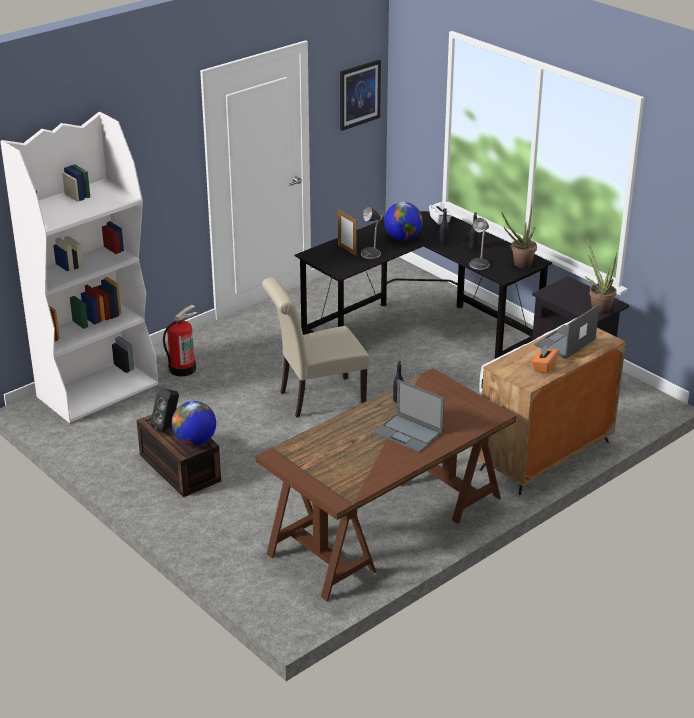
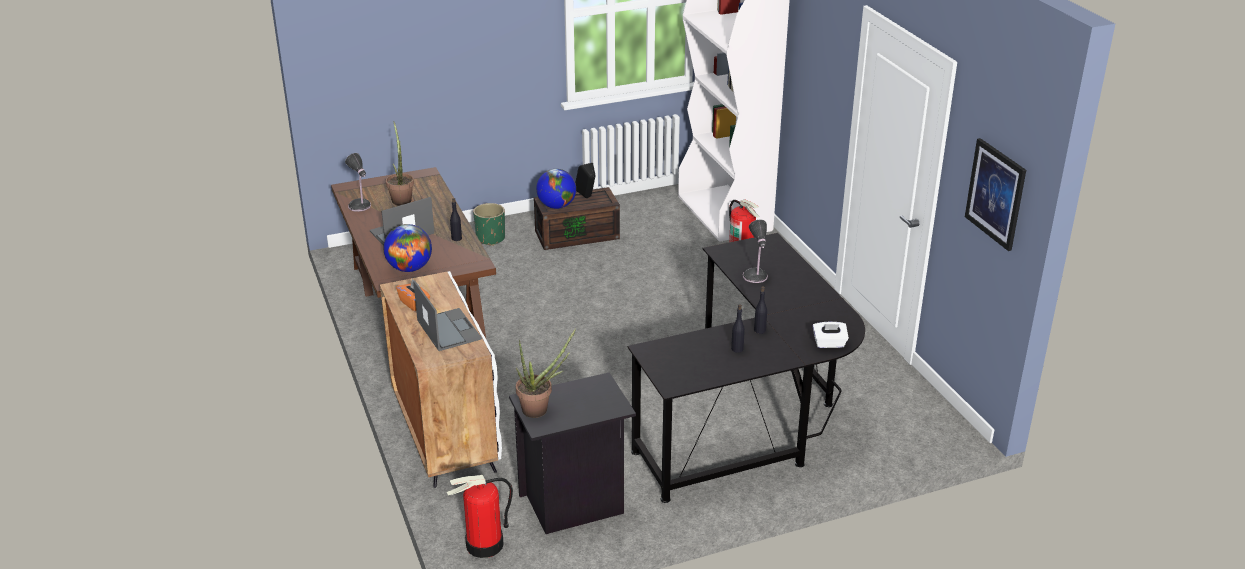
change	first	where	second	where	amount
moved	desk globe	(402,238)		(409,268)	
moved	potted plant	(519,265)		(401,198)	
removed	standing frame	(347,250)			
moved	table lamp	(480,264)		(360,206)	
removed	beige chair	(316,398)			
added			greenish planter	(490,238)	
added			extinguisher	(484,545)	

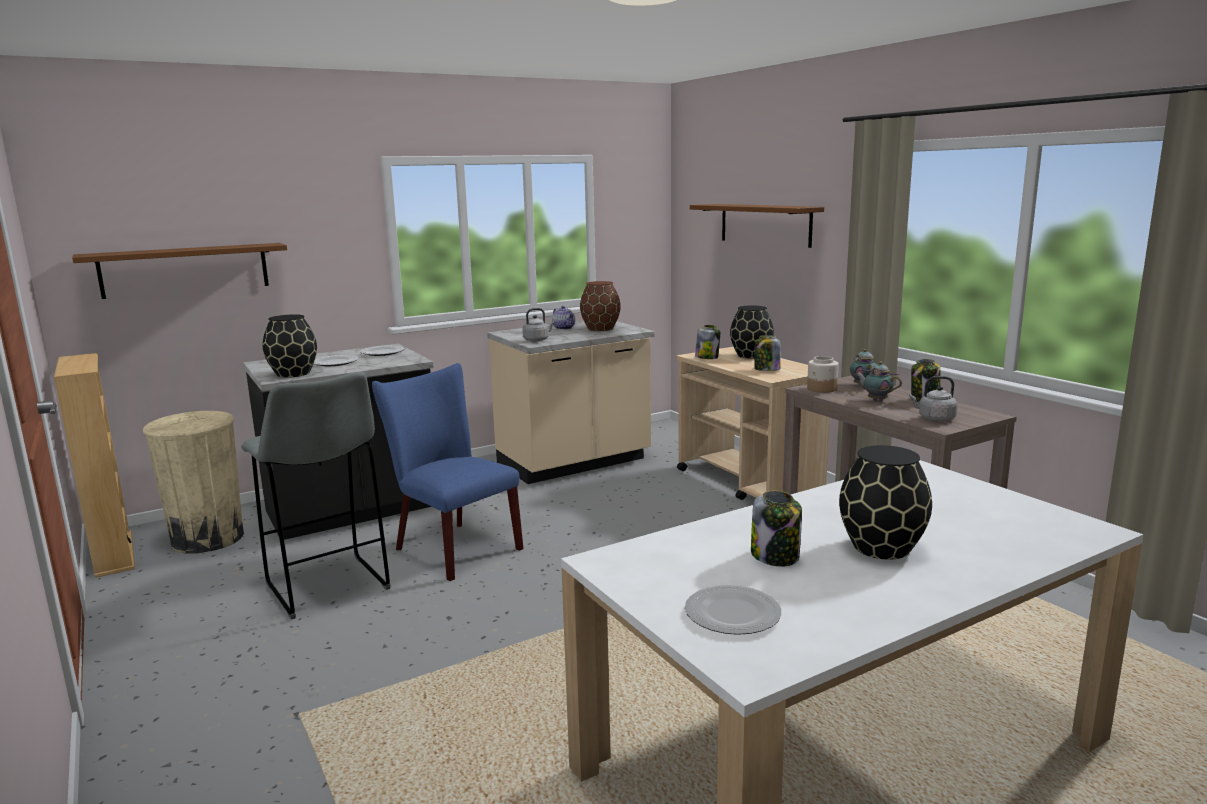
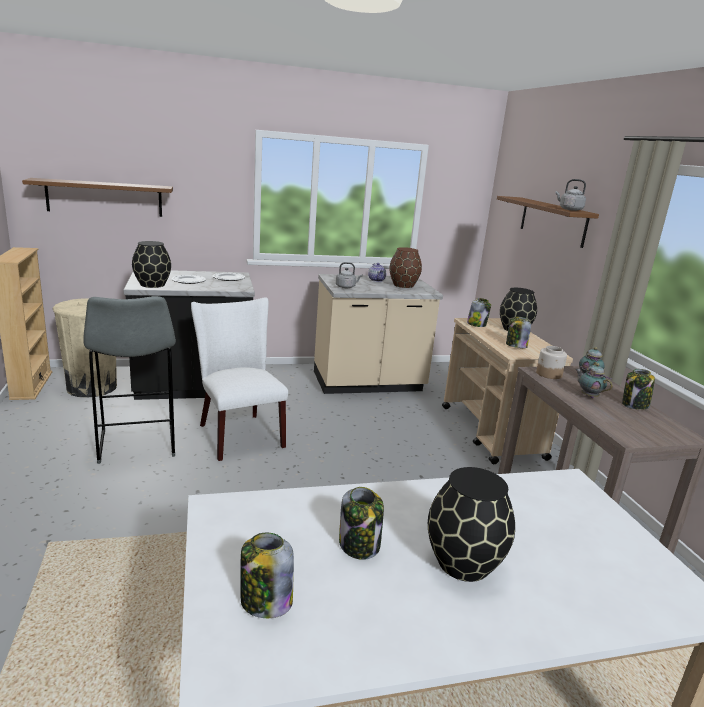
change	first	where	second	where	amount
recoloured	blue chair	(451,547)	whitish chair	(238,433)	
moved	grey kettle	(934,419)		(569,209)	
replaced	flat dish	(732,614)	preserve jar	(265,601)	

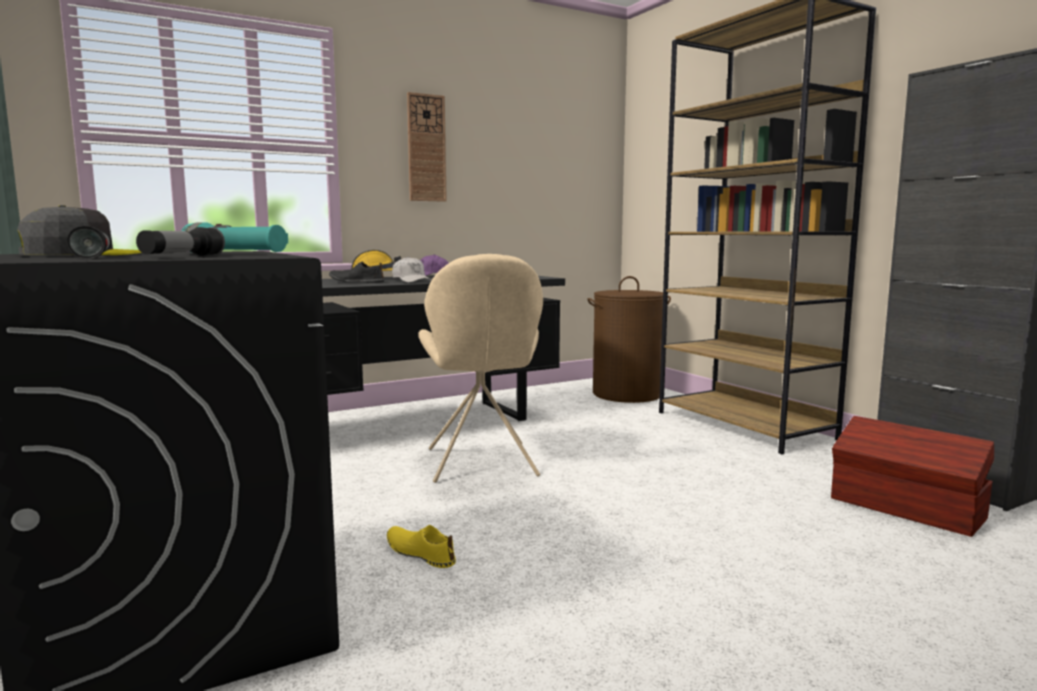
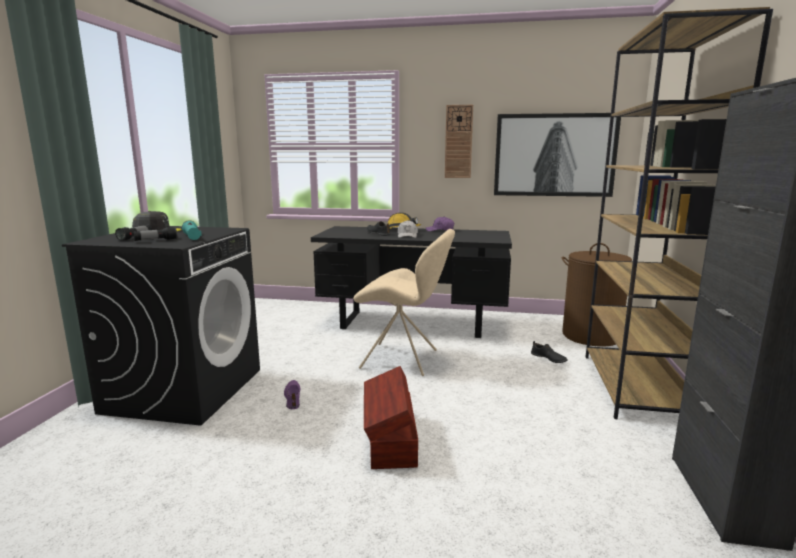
change	first	where	second	where	amount
turned	beige chair	(481,464)		(402,359)	105 degrees counterclockwise
moved	brownish storage bin	(907,509)		(390,440)	
recoloured	yellow shoe	(420,553)	purplish shoe	(293,397)	
added			wall picture	(554,155)	
added			blackish shoe	(548,358)	

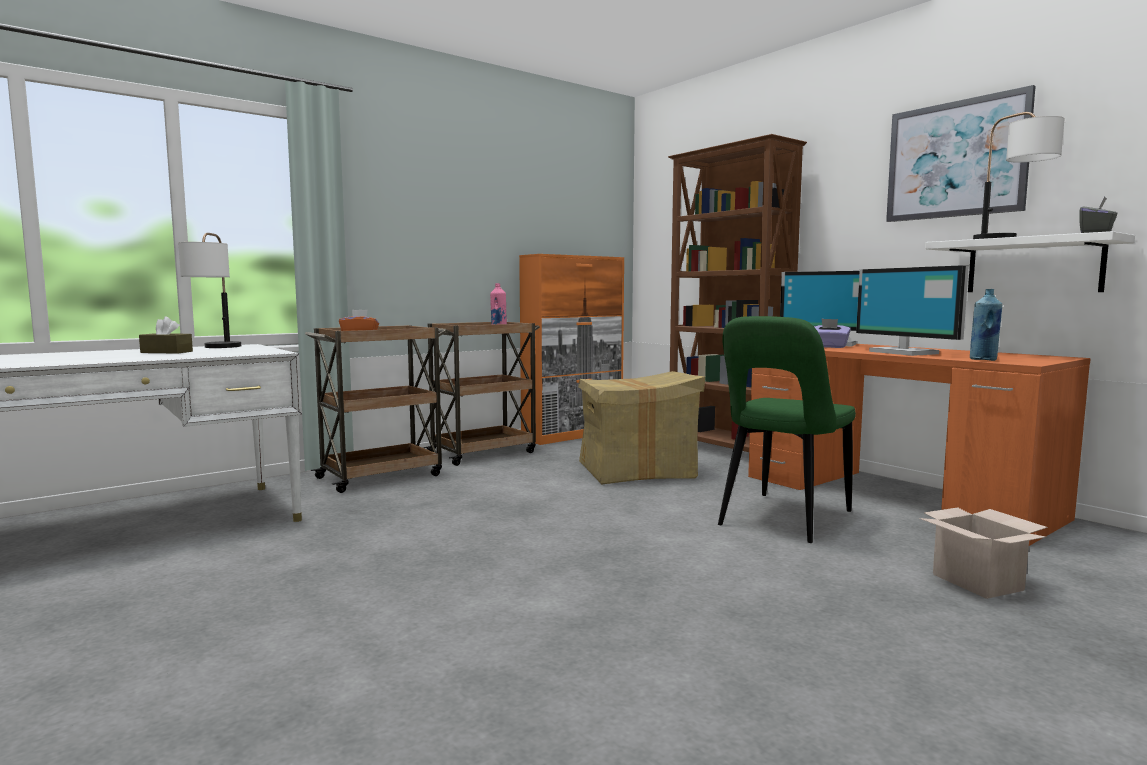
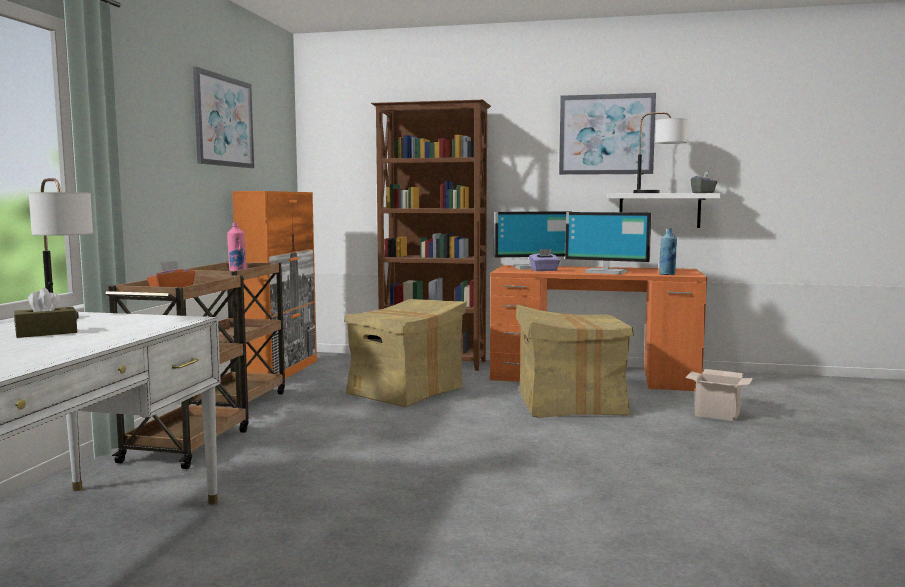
change	first	where	second	where	amount
replaced	greenish chair	(782,520)	packing box	(570,404)	
added			wall picture	(224,121)	

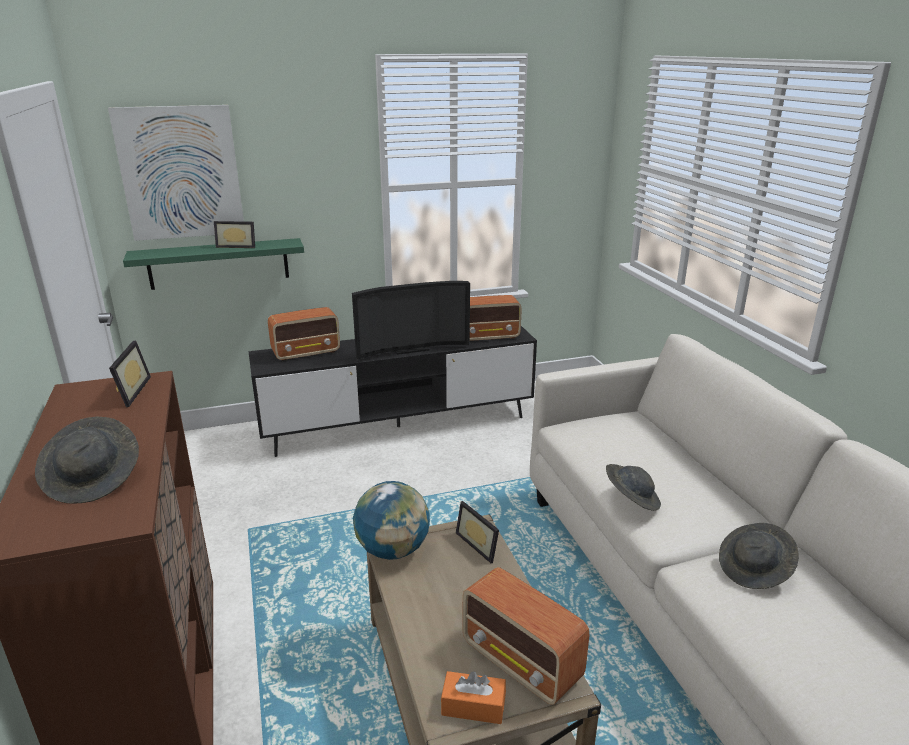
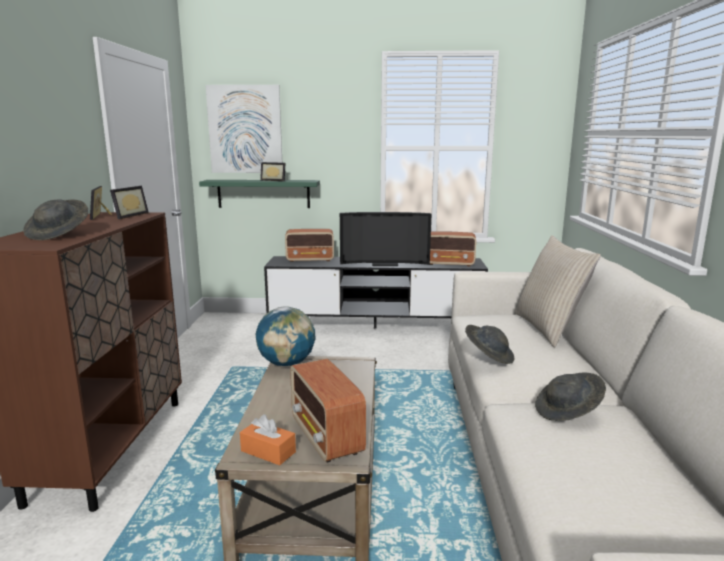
change	first	where	second	where	amount
moved	standing frame	(481,544)		(103,216)	
added			beige cushion	(548,329)	

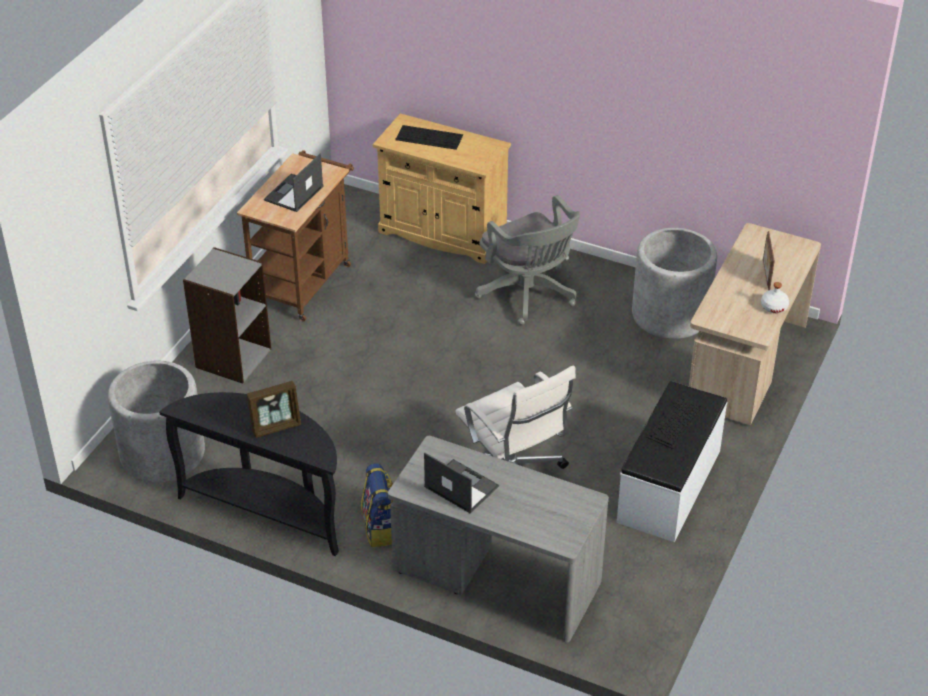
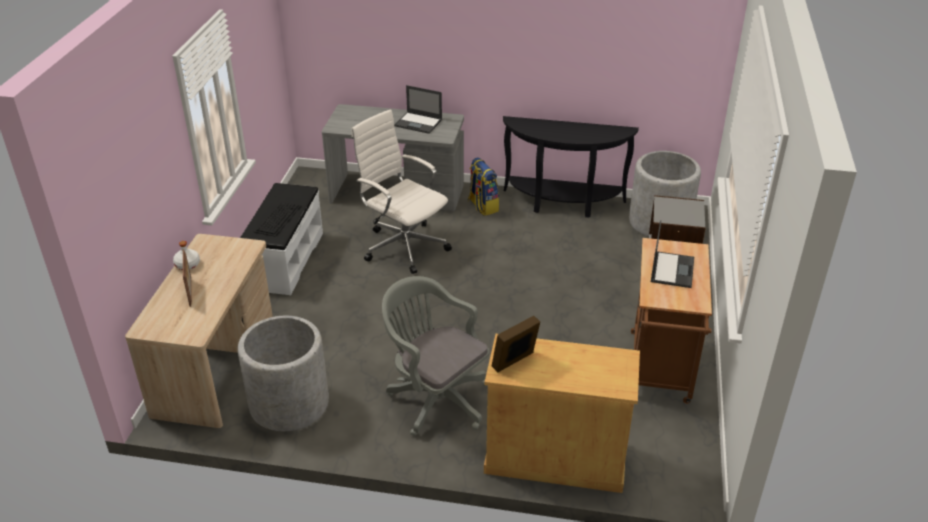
change	first	where	second	where	amount
removed	keyboard	(430,137)			
moved	standing frame	(276,426)		(514,362)	

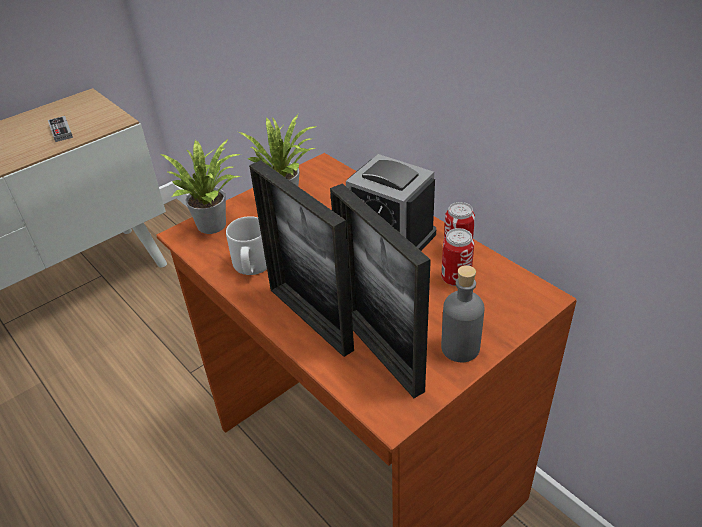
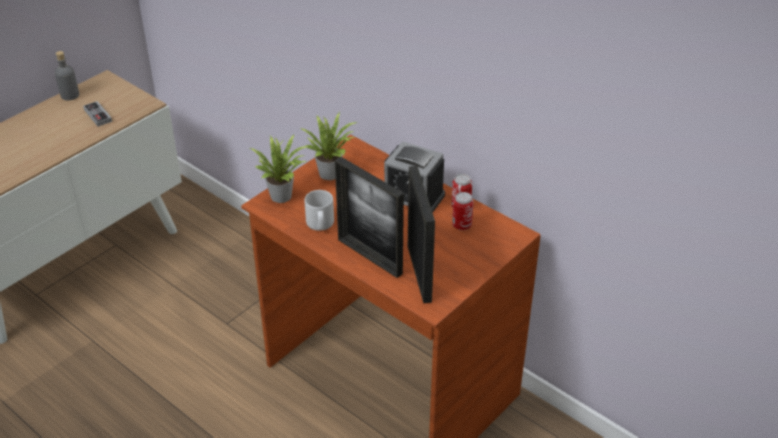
change	first	where	second	where	amount
turned	standing frame	(380,352)		(419,273)	150 degrees counterclockwise
moved	grey bottle	(460,348)		(70,95)	

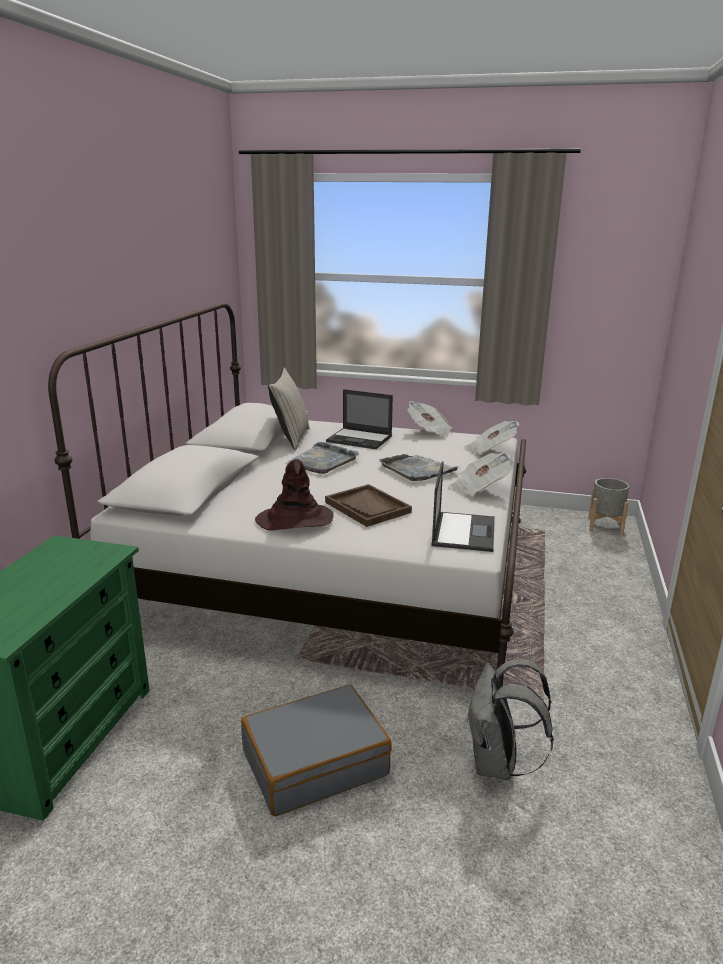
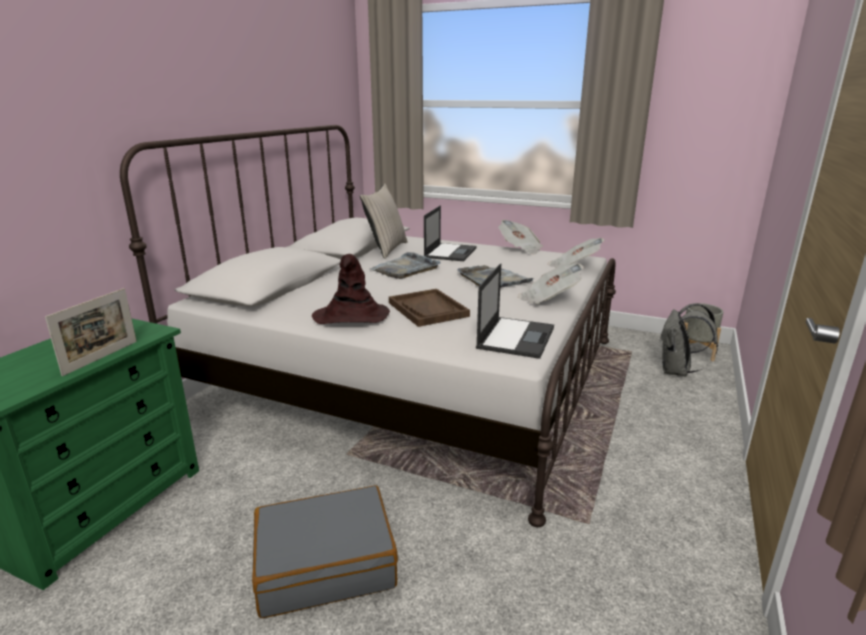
change	first	where	second	where	amount
turned	laptop	(360,439)		(450,252)	105 degrees counterclockwise
moved	grey backpack	(498,764)		(677,371)	
added			standing frame	(101,357)	

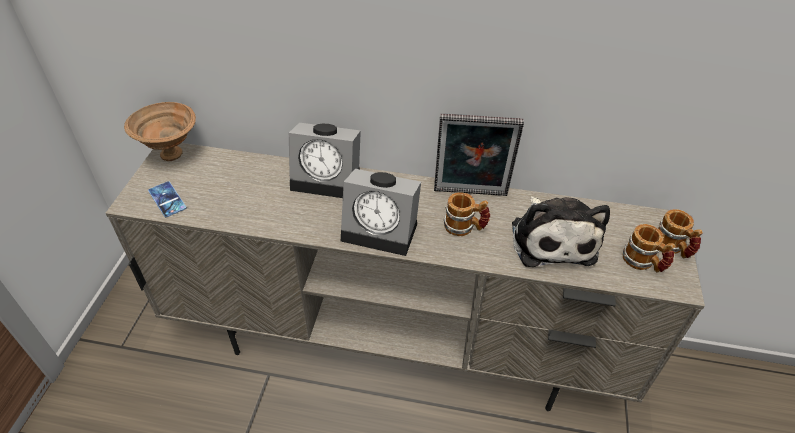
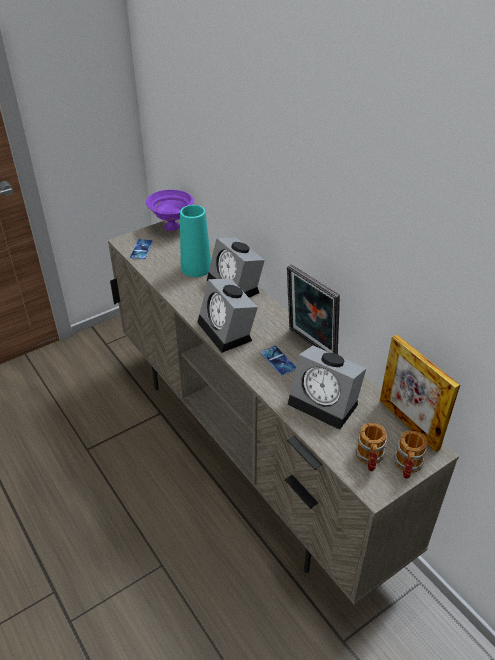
change	first	where	second	where	amount
recoloured	brownish bowl	(170,153)	purplish bowl	(171,226)	
replaced	tea mug	(465,227)	handset	(278,360)	
replaced	plush toy	(552,238)	bedside clock	(326,403)	
added			turquoise-coloured flower vase	(196,268)	
added			standing frame	(408,424)	

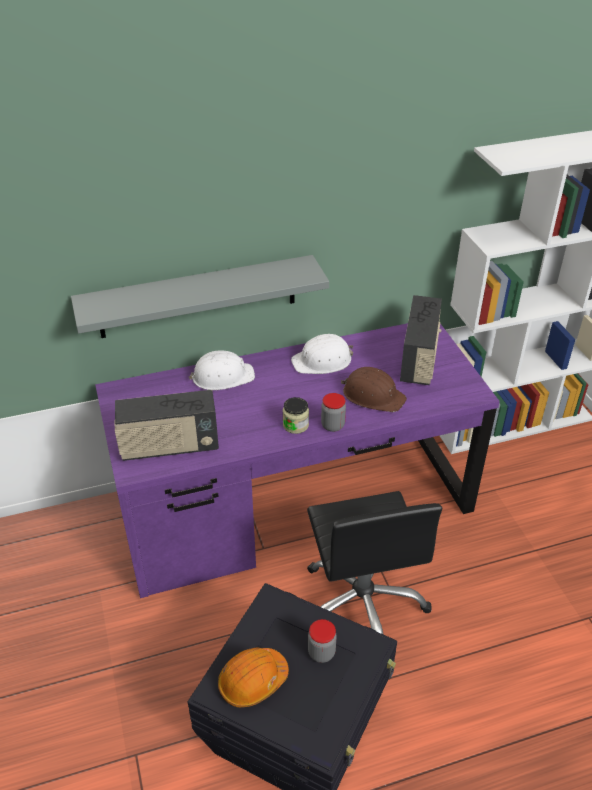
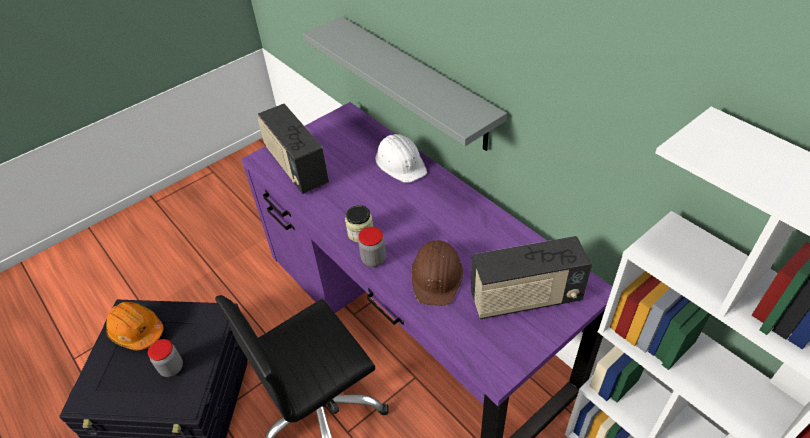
change	first	where	second	where	amount
removed	whitish work helmet	(323,361)			

